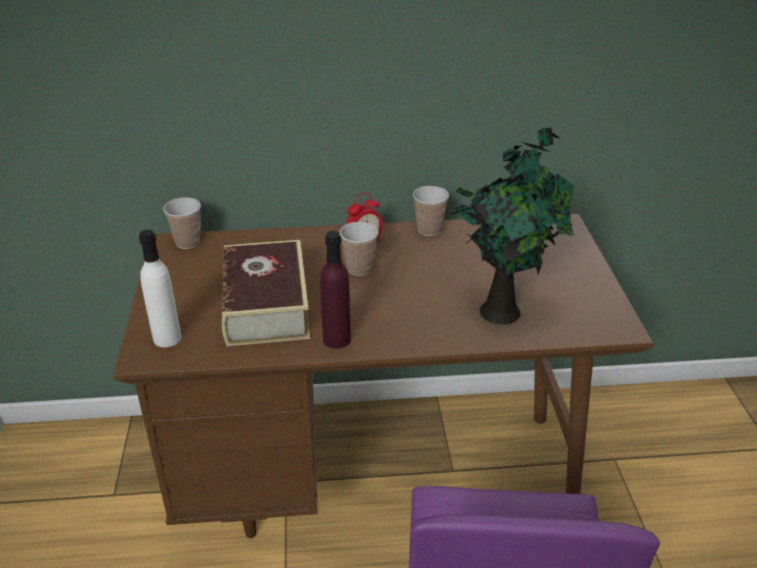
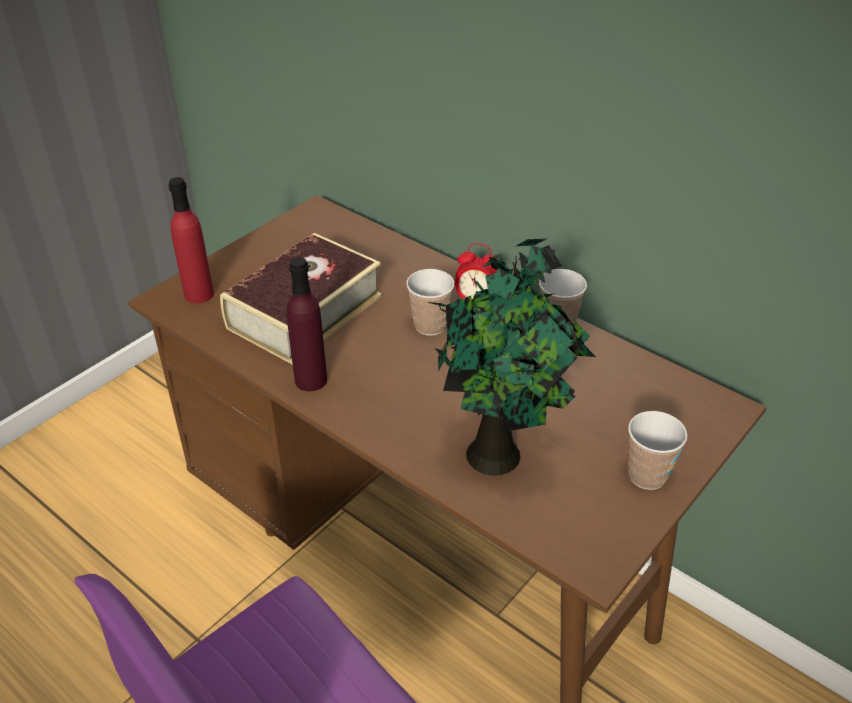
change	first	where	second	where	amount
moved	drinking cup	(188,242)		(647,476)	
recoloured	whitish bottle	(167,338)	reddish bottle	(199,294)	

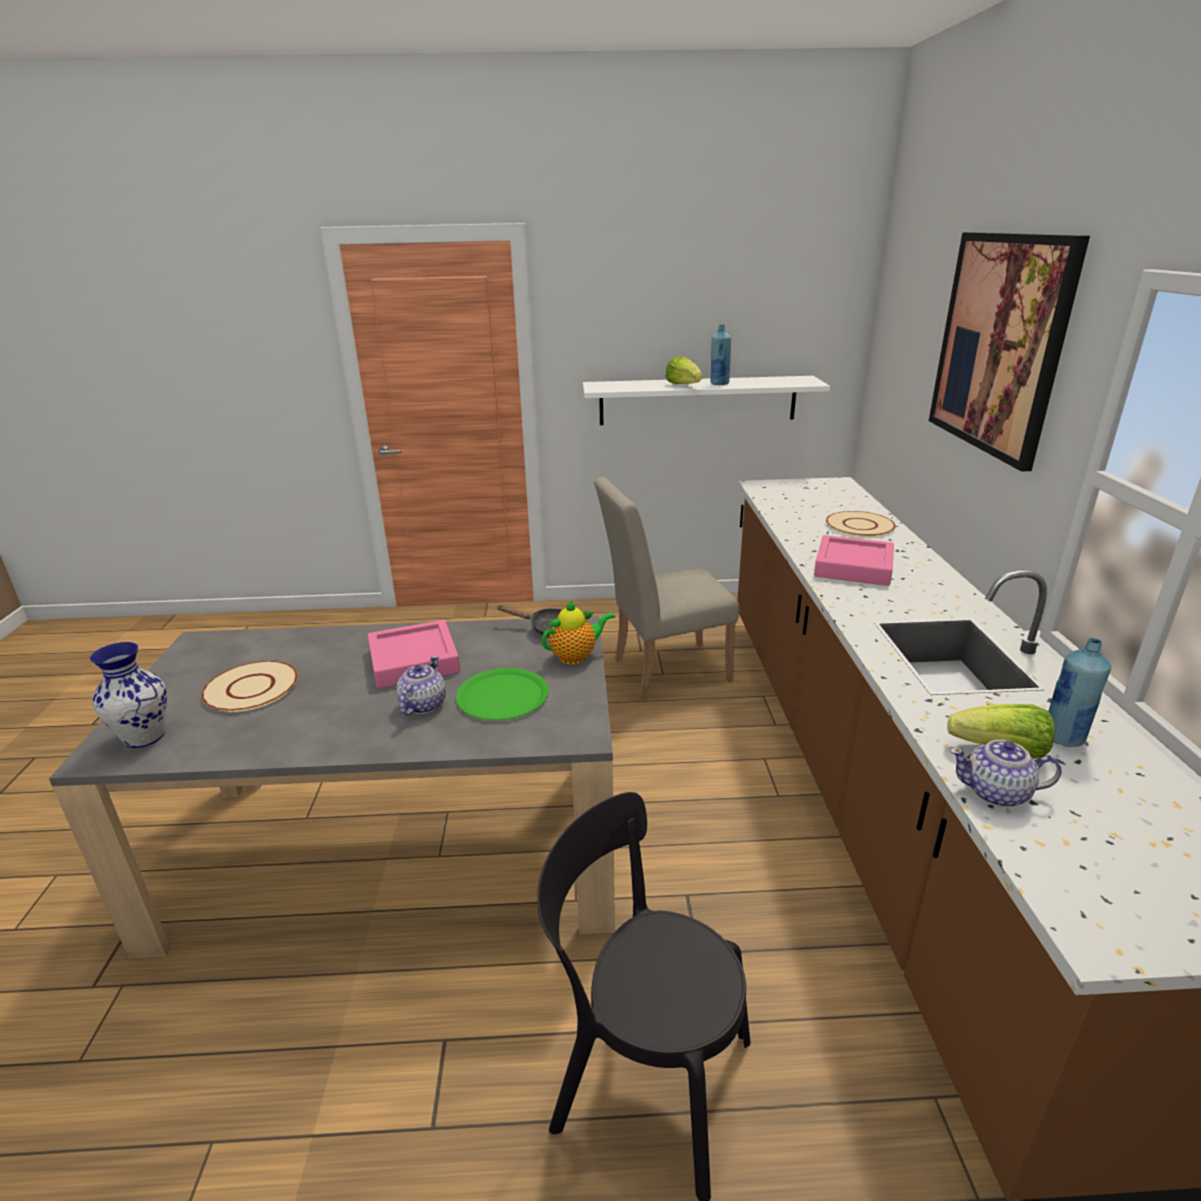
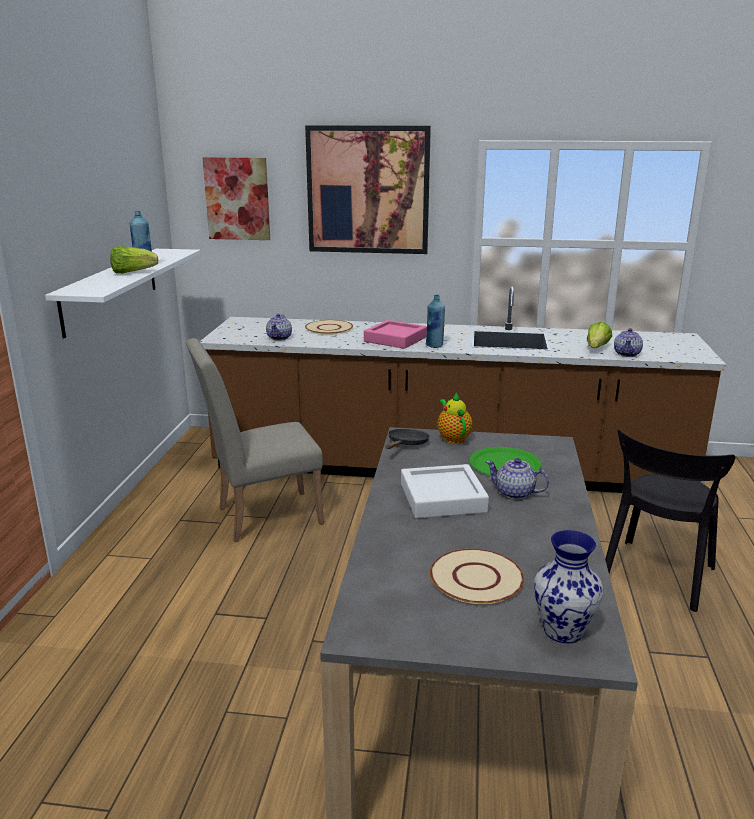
change	first	where	second	where	amount
turned	beige chair	(662,670)		(261,516)	75 degrees clockwise
recoloured	pink carrying tray	(414,660)	whitish carrying tray	(442,498)	
moved	blue bottle	(1063,737)		(434,346)	
added			wall picture	(237,199)	
added			tea pot	(279,338)	

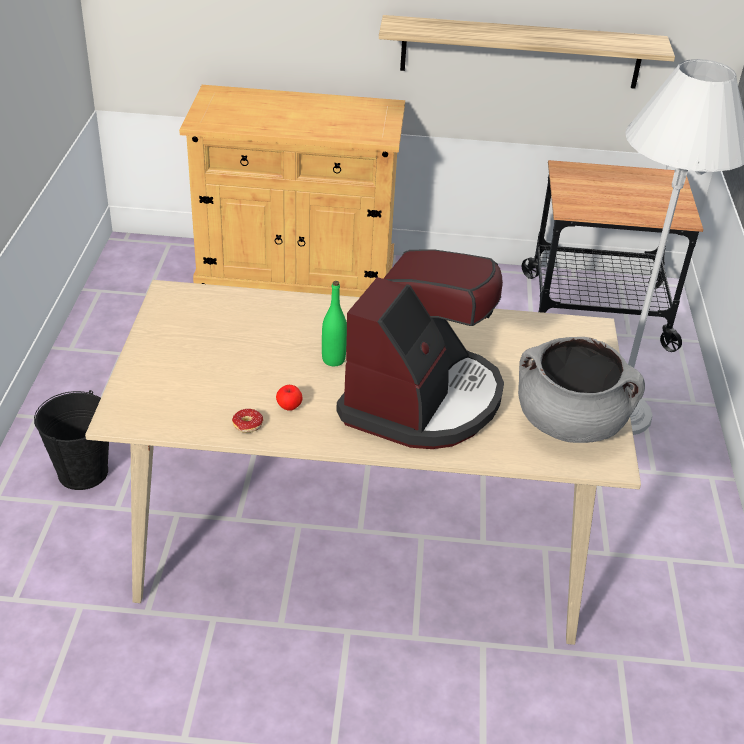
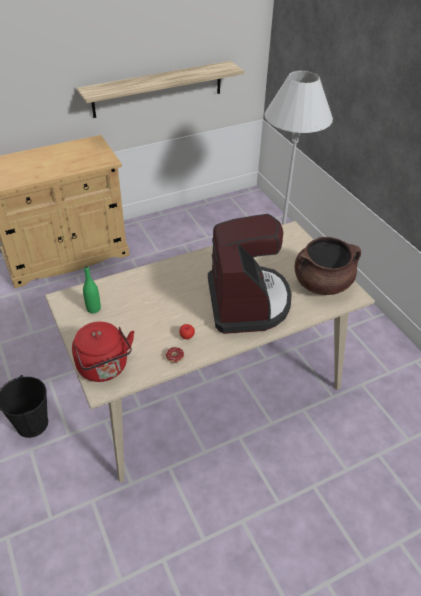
change	first	where	second	where	amount
removed	trolley	(596,310)			
moved	greenish bottle	(333,360)		(93,309)	
recoloured	grey saucepot	(570,423)	brownish saucepot	(322,283)	
added			reddish kettle	(104,368)	

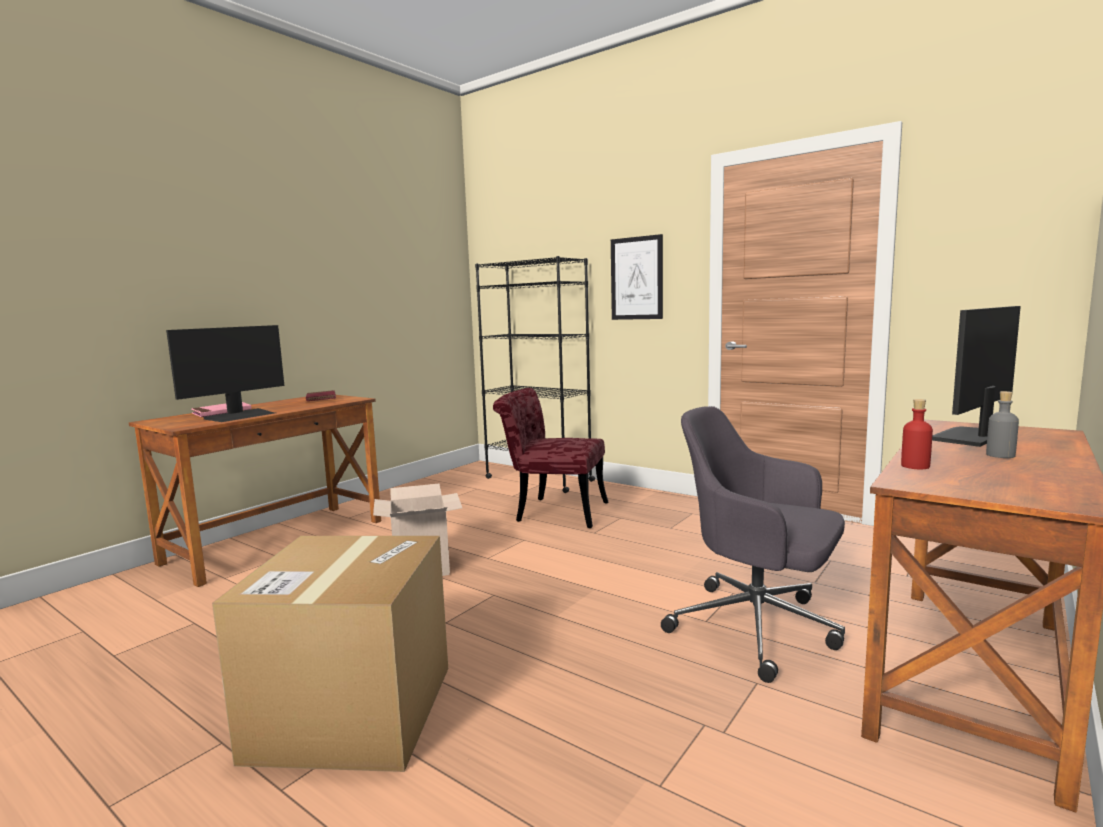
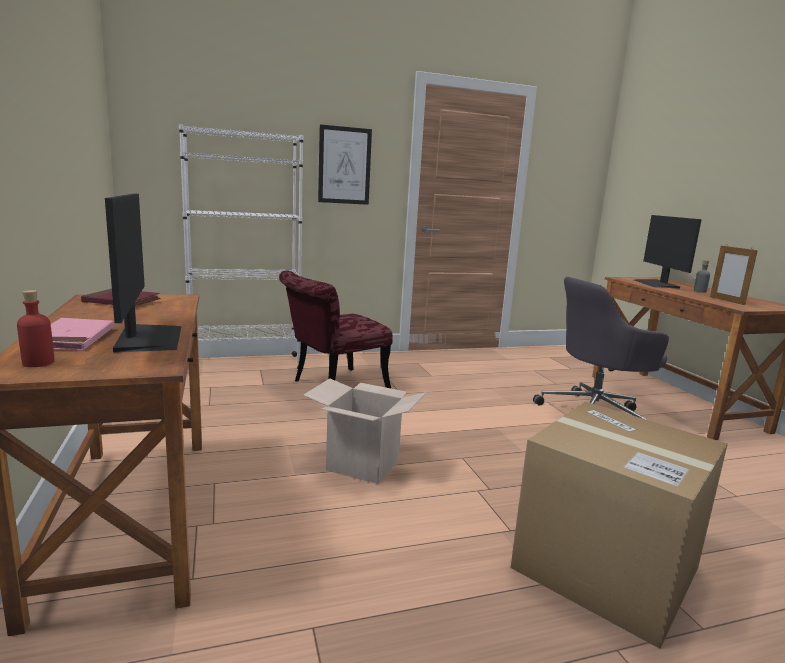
change	first	where	second	where	amount
recoloured	blackish bookcase	(538,479)	whitish bookcase	(246,365)	
moved	reddish bottle	(915,466)		(38,363)	
added			standing frame	(726,301)	

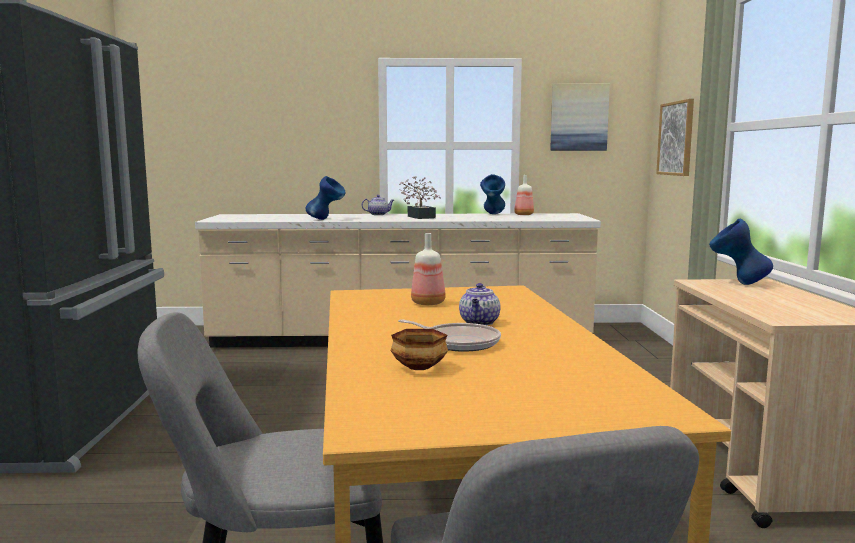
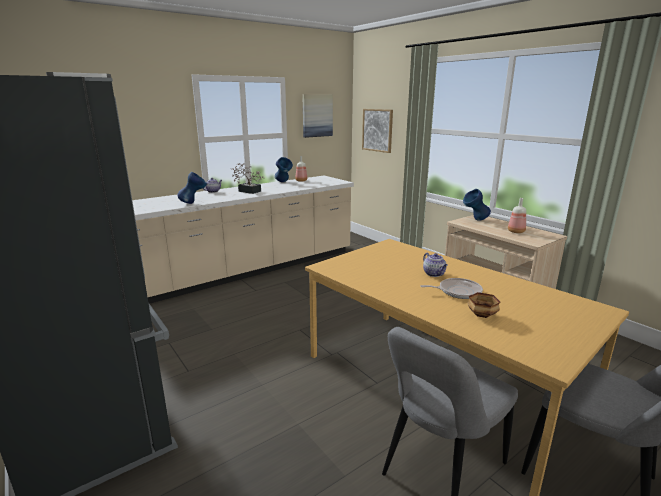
change	first	where	second	where	amount
moved	bottle	(428,303)		(515,231)	

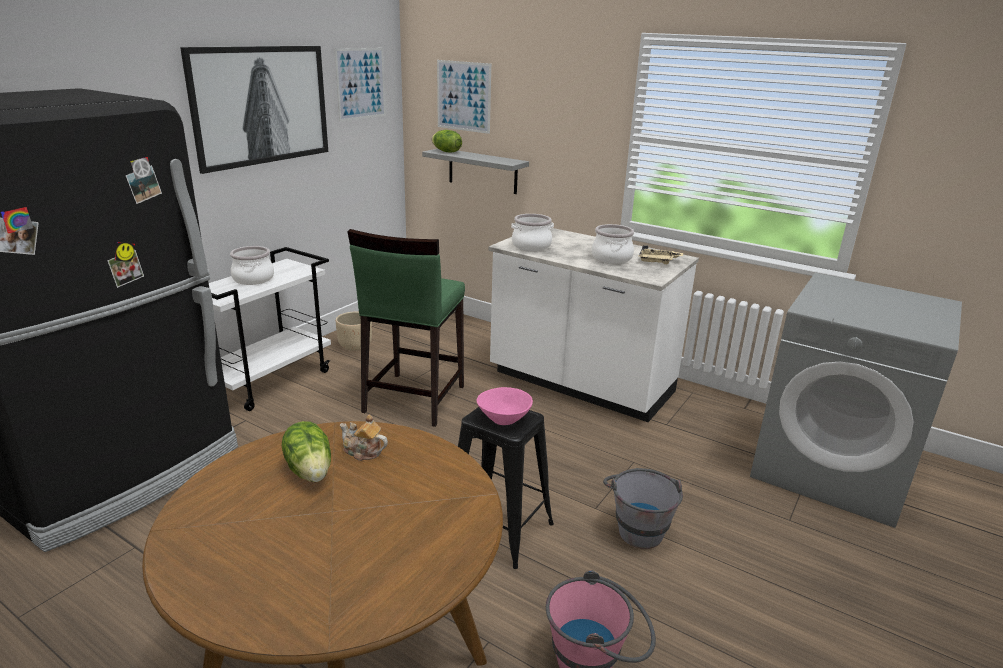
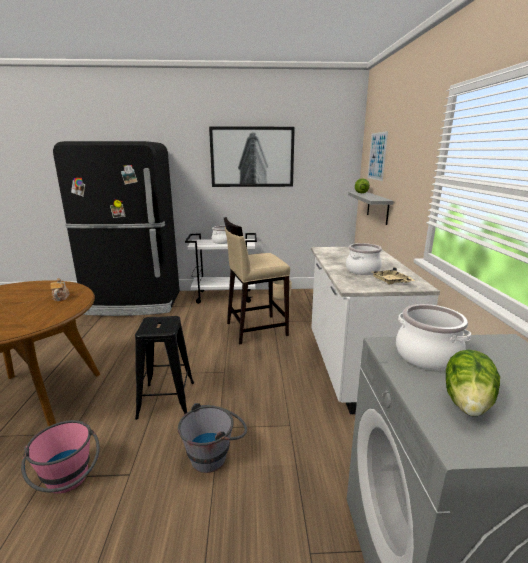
change	first	where	second	where	amount
removed	wall picture	(361,83)			
moved	saucepot	(531,246)		(427,356)	
recoloured	greenish sitting stool	(413,399)	beige sitting stool	(255,329)	
removed	pink bowl	(503,419)			
moved	lettuce head	(310,470)		(468,402)	

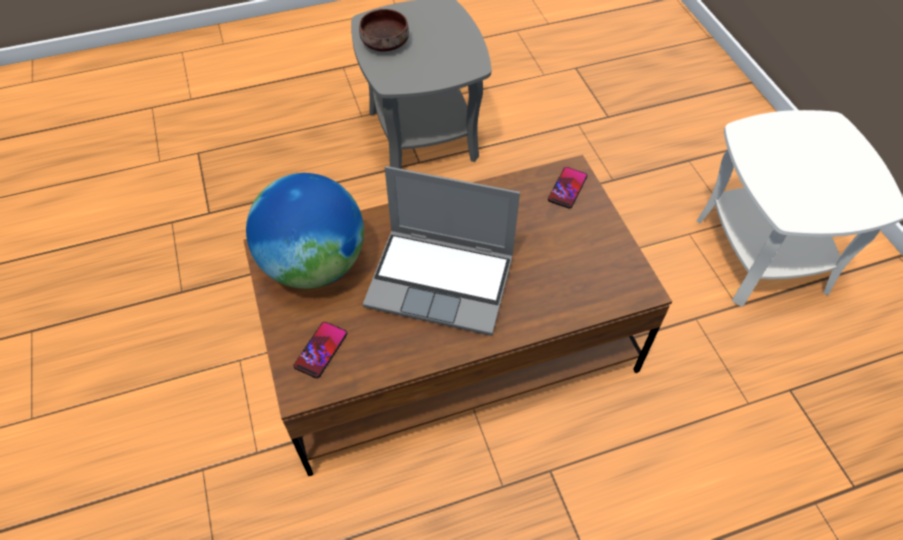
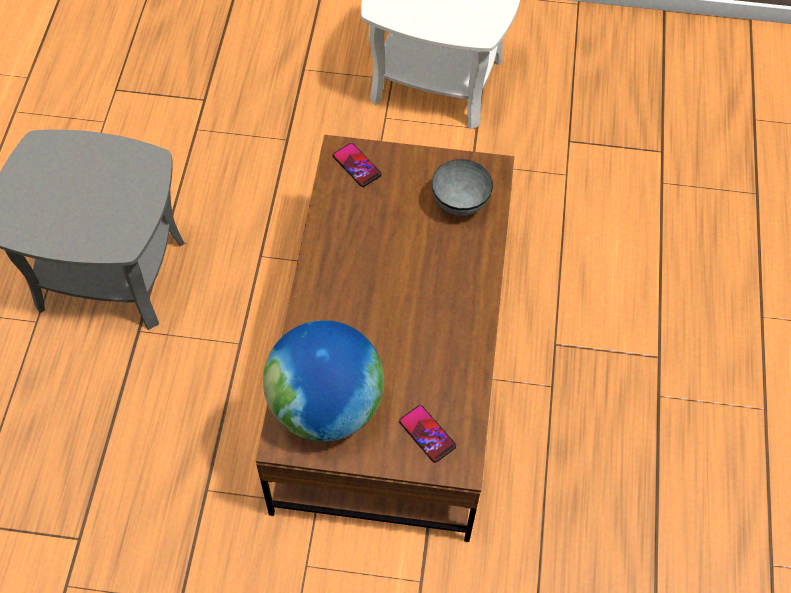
change	first	where	second	where	amount
removed	brownish bowl	(385,43)			
removed	laptop	(442,281)			
added			grey bowl	(459,204)	

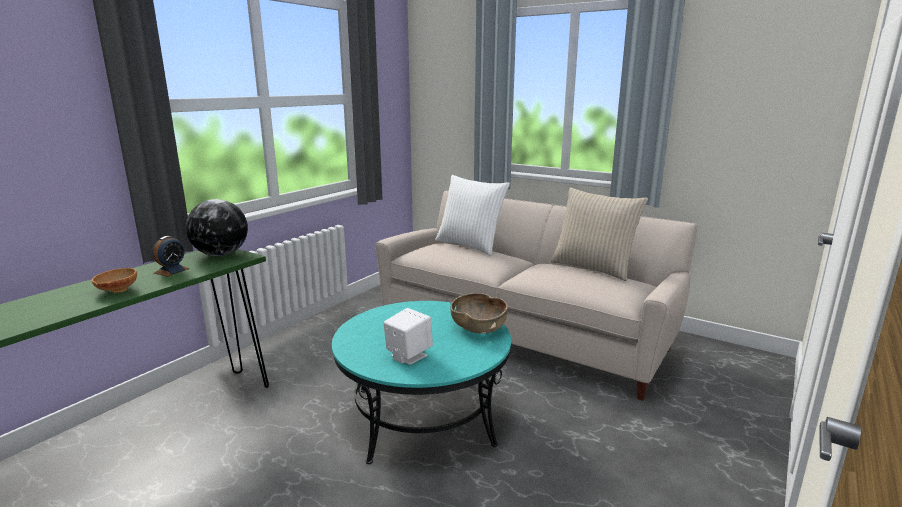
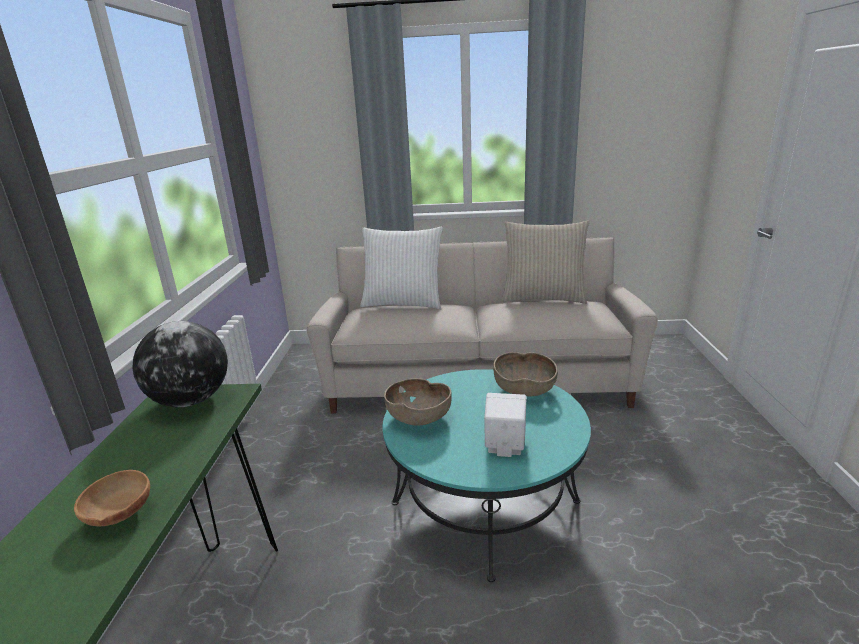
change	first	where	second	where	amount
removed	bedside clock	(171,271)			
added			brownish bowl	(418,419)	

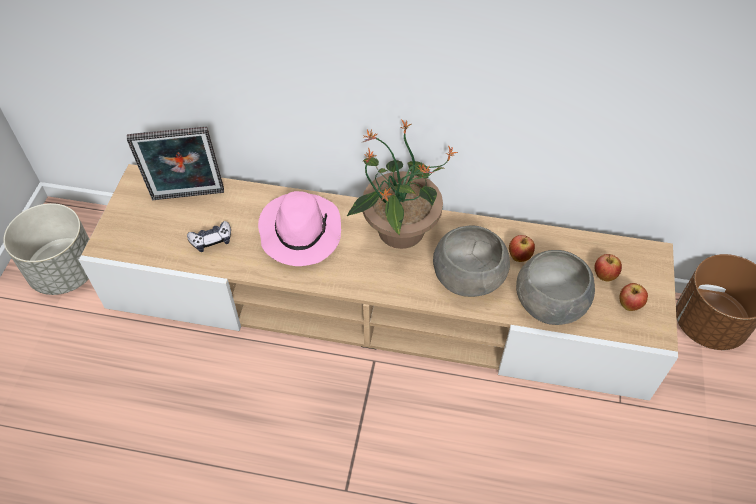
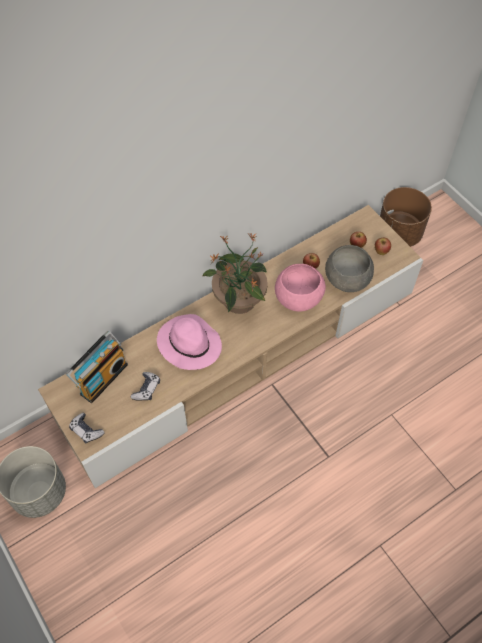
change	first	where	second	where	amount
replaced	standing frame	(188,197)	radio	(102,378)	
recoloured	grey bowl	(469,276)	pink bowl	(298,296)	
added			joypad	(86,430)	

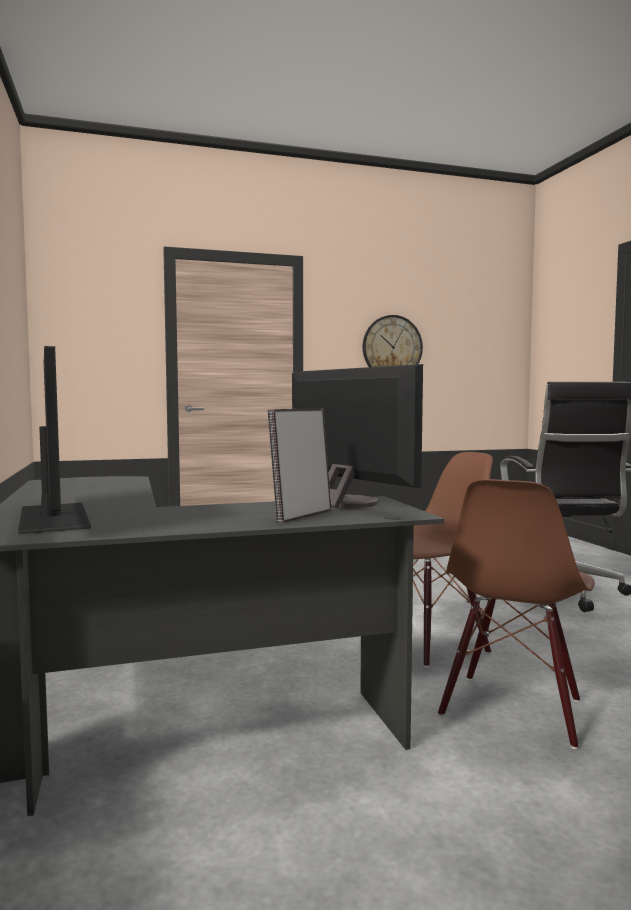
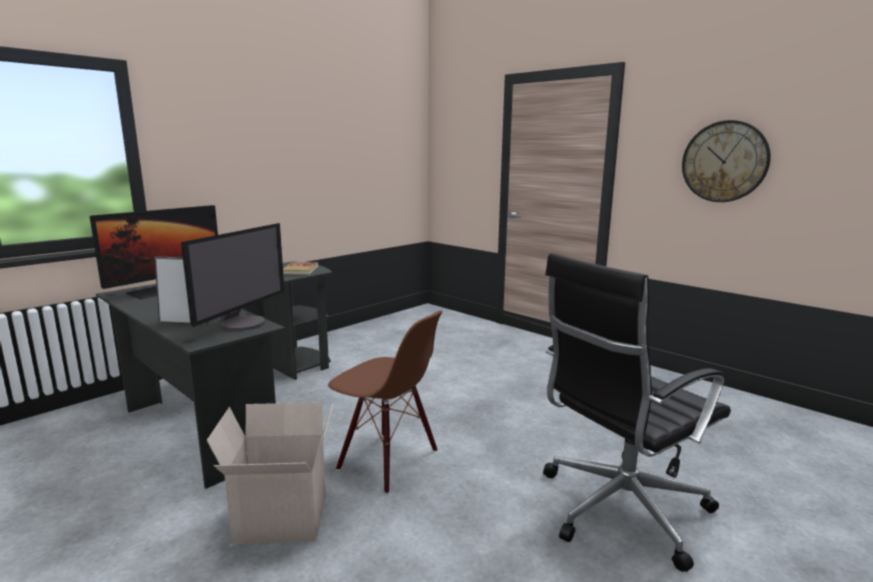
change	first	where	second	where	amount
replaced	brownish chair	(513,709)	packing box	(279,521)	
added			volume	(300,270)	

